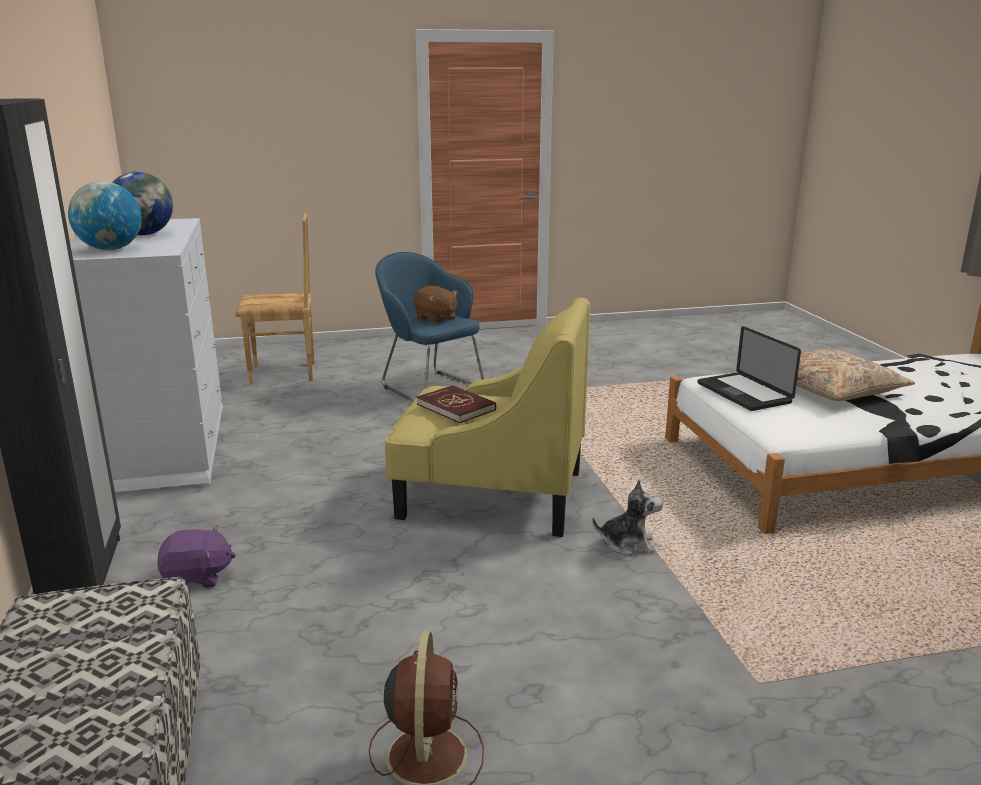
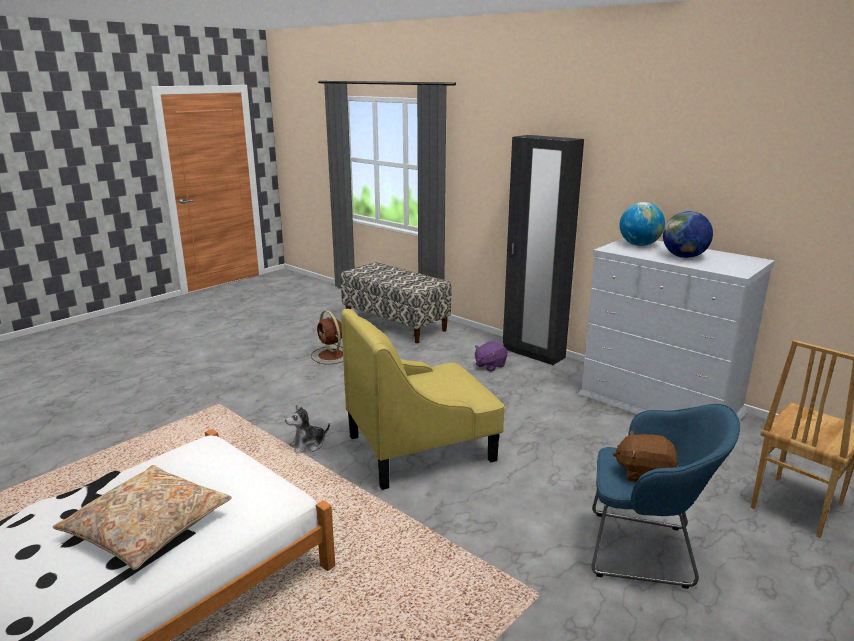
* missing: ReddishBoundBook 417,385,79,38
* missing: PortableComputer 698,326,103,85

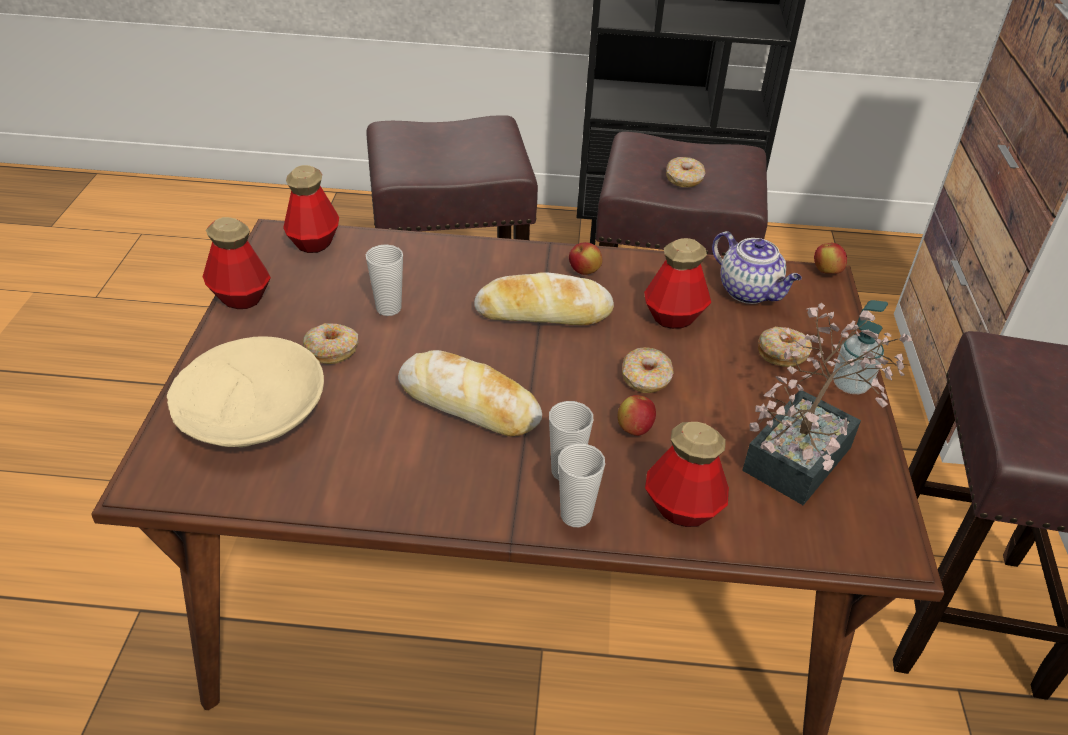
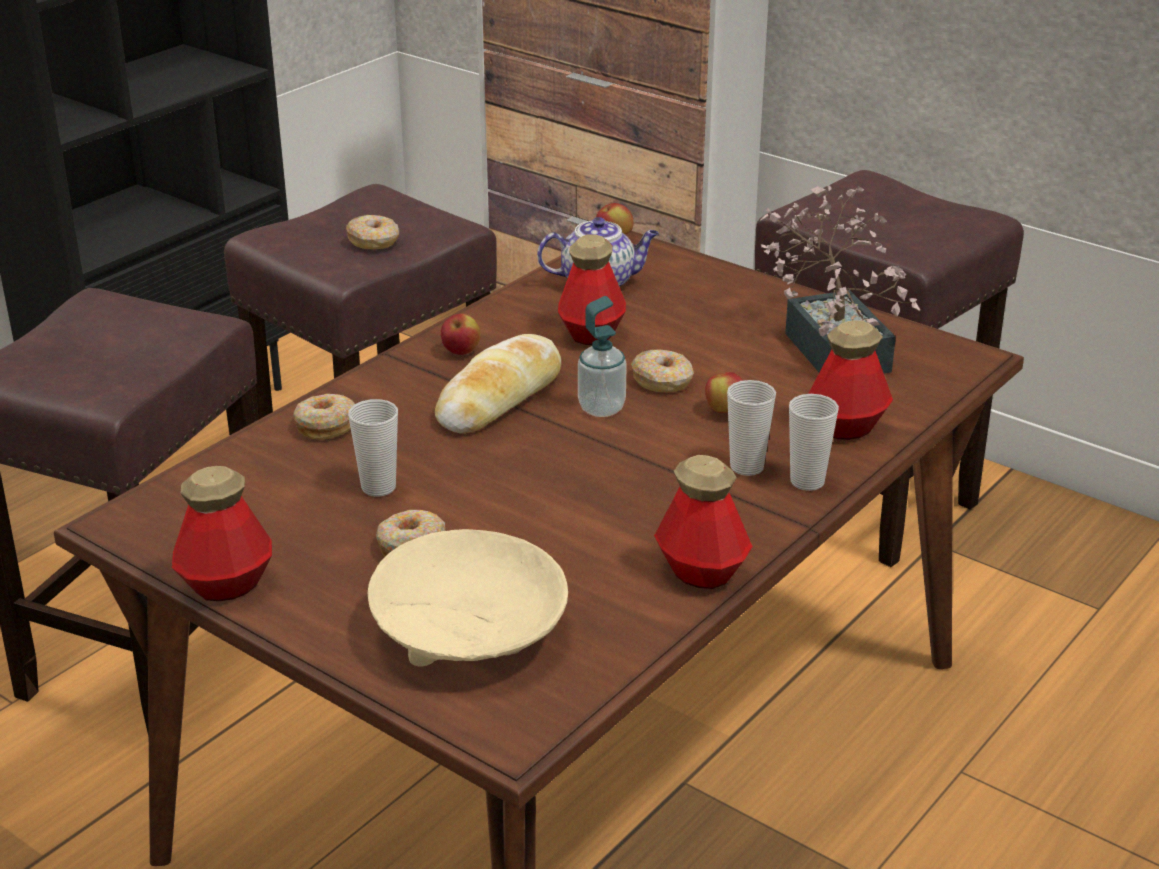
* relocated: Doughnut 758,327,54,40 to 293,394,62,46
* relocated: SoapDispenser 833,300,55,94 to 578,296,49,121
* relocated: DrinkBottle 283,165,56,88 to 654,455,99,134
* missing: BakedBread 398,350,144,86

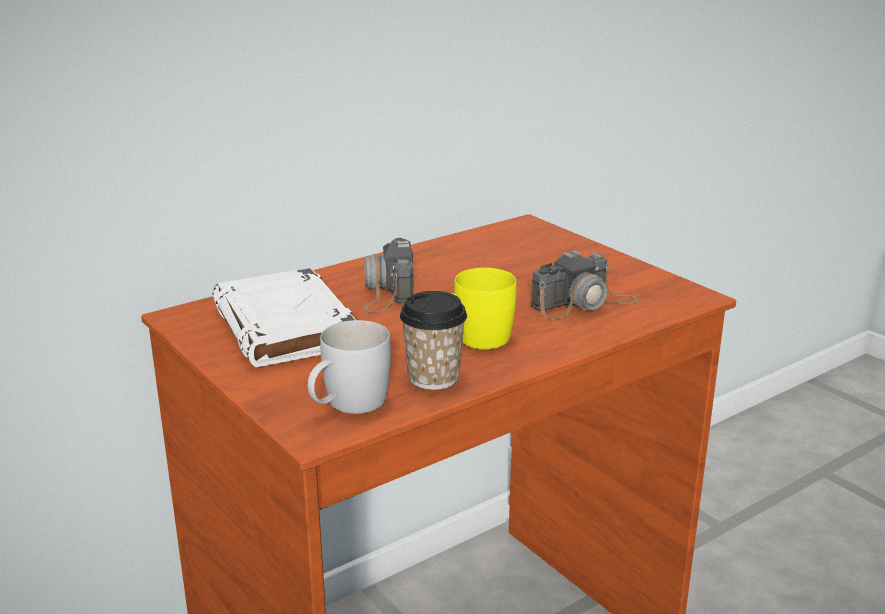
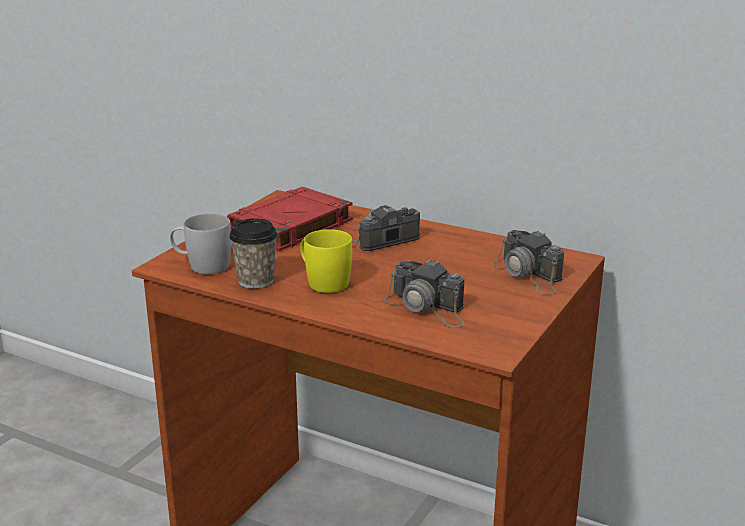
* colour: WhiteBoundBook 213,268,143,99 to ReddishBoundBook 227,187,126,64
* appeared: StillCamera 492,230,72,65

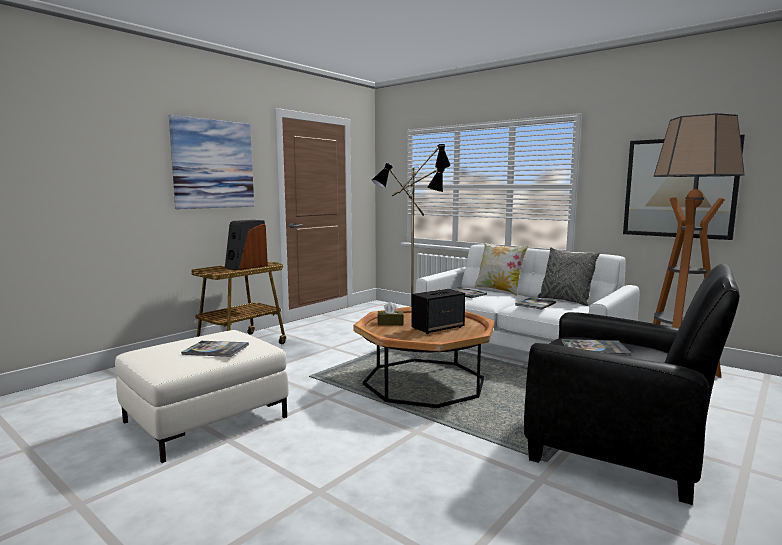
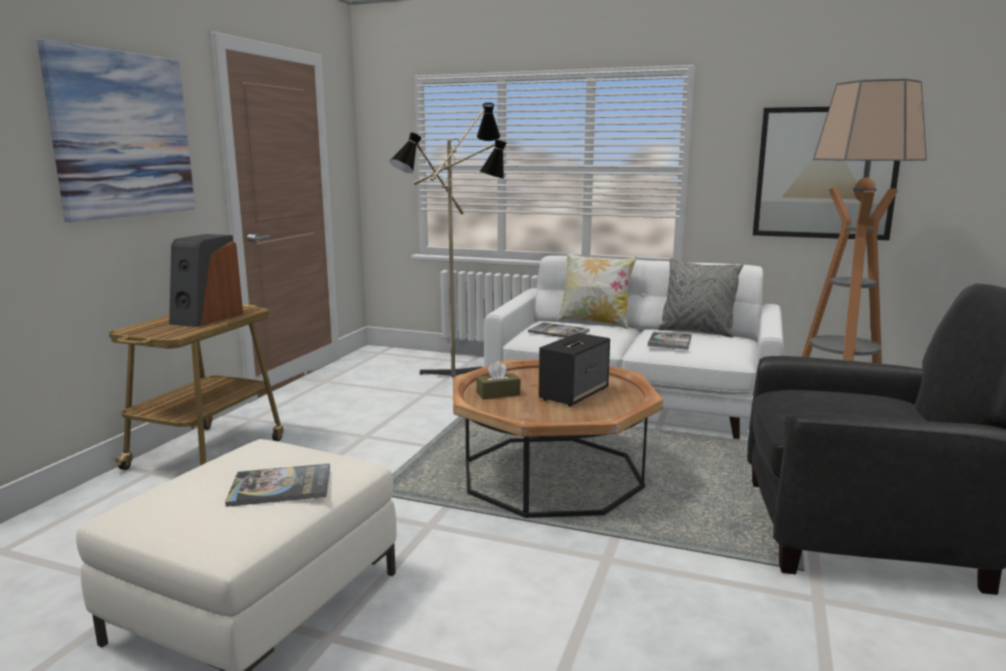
* missing: BoundBook 561,339,70,17

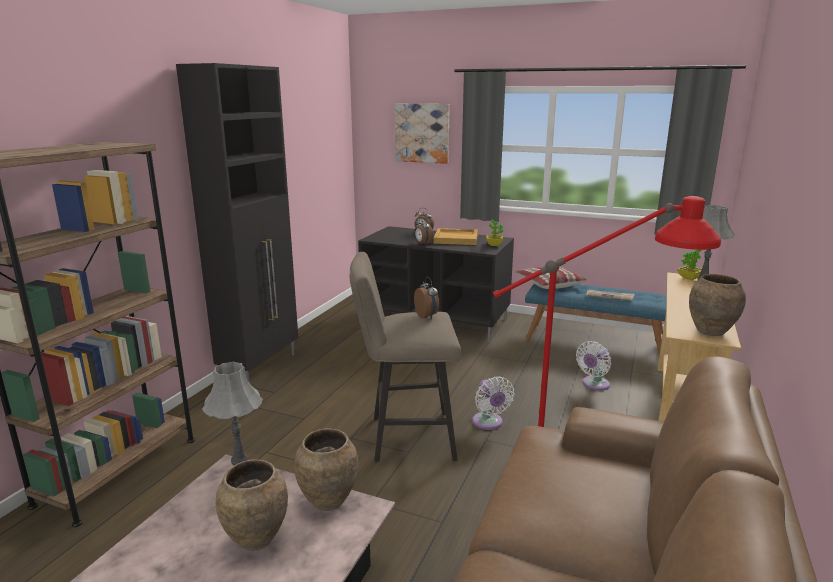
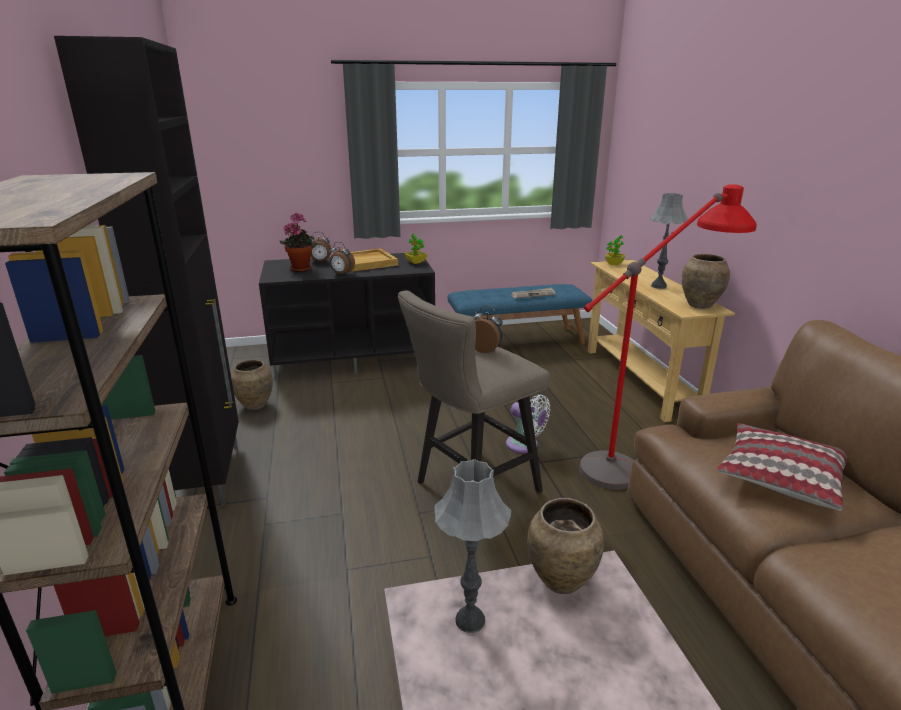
* relocated: BrownishDecorativeVase 216,459,72,91 to 231,360,41,50
* appeared: Houseplant 279,212,38,60
* relocated: ThrowPillow 515,266,72,23 to 716,423,131,88
* missing: WallPicture 395,104,55,60
* missing: WhiteFan 576,341,35,50

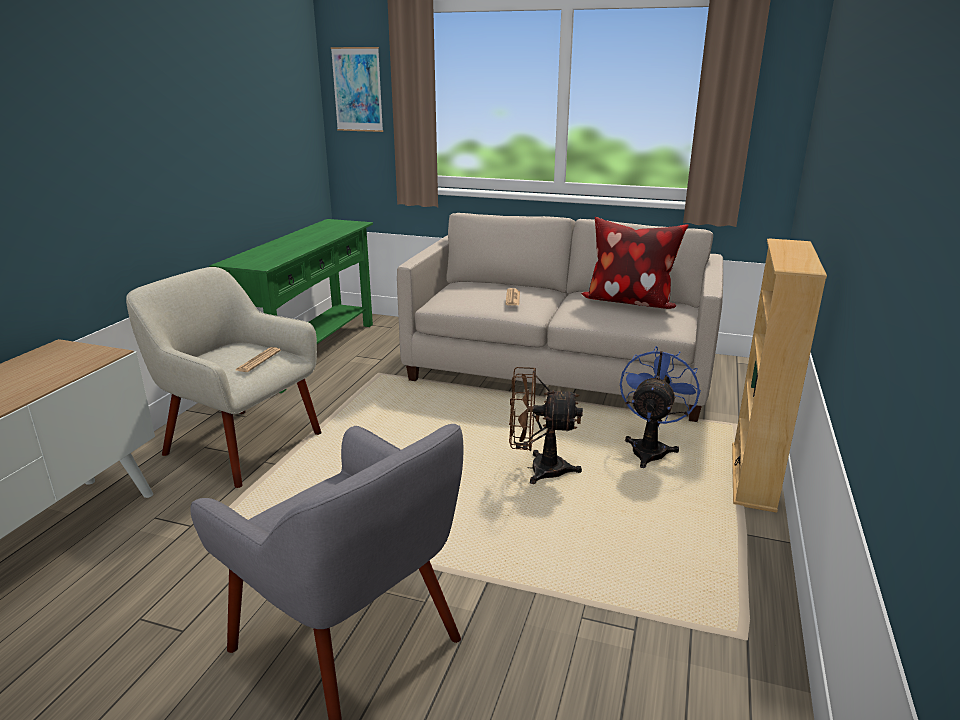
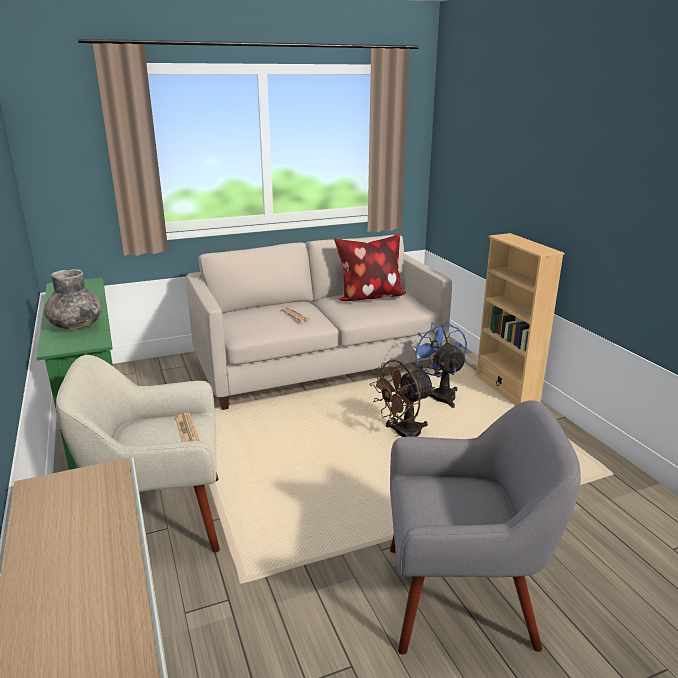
* appeared: GreyDecorativeVase 44,269,58,60
* missing: WallPicture 331,47,52,85

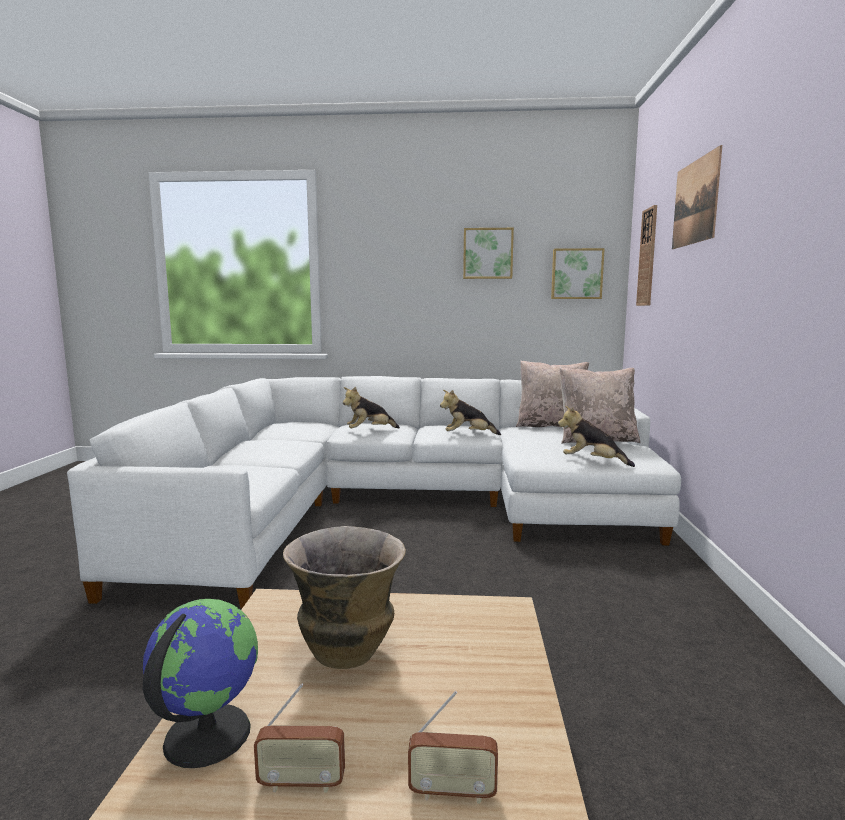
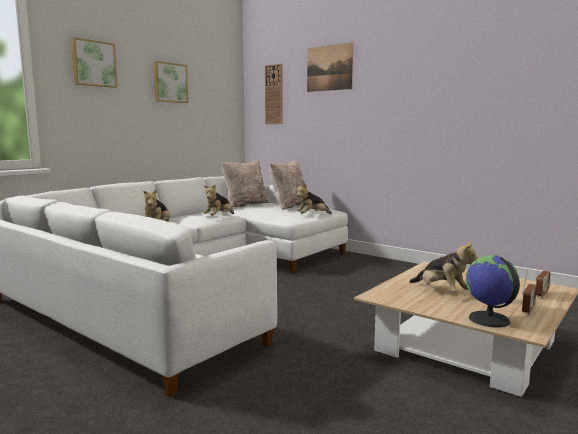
* relocated: WallPicture 551,248,54,51 to 71,37,46,51
* exchanged: DecorativeVase 283,526,123,143 to CuddlyToy 409,240,70,52

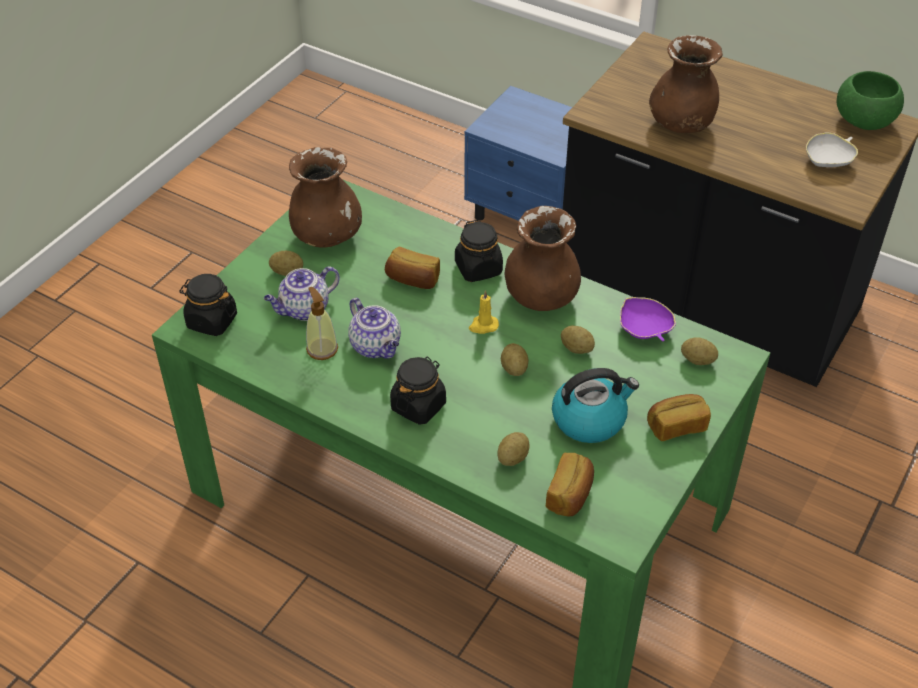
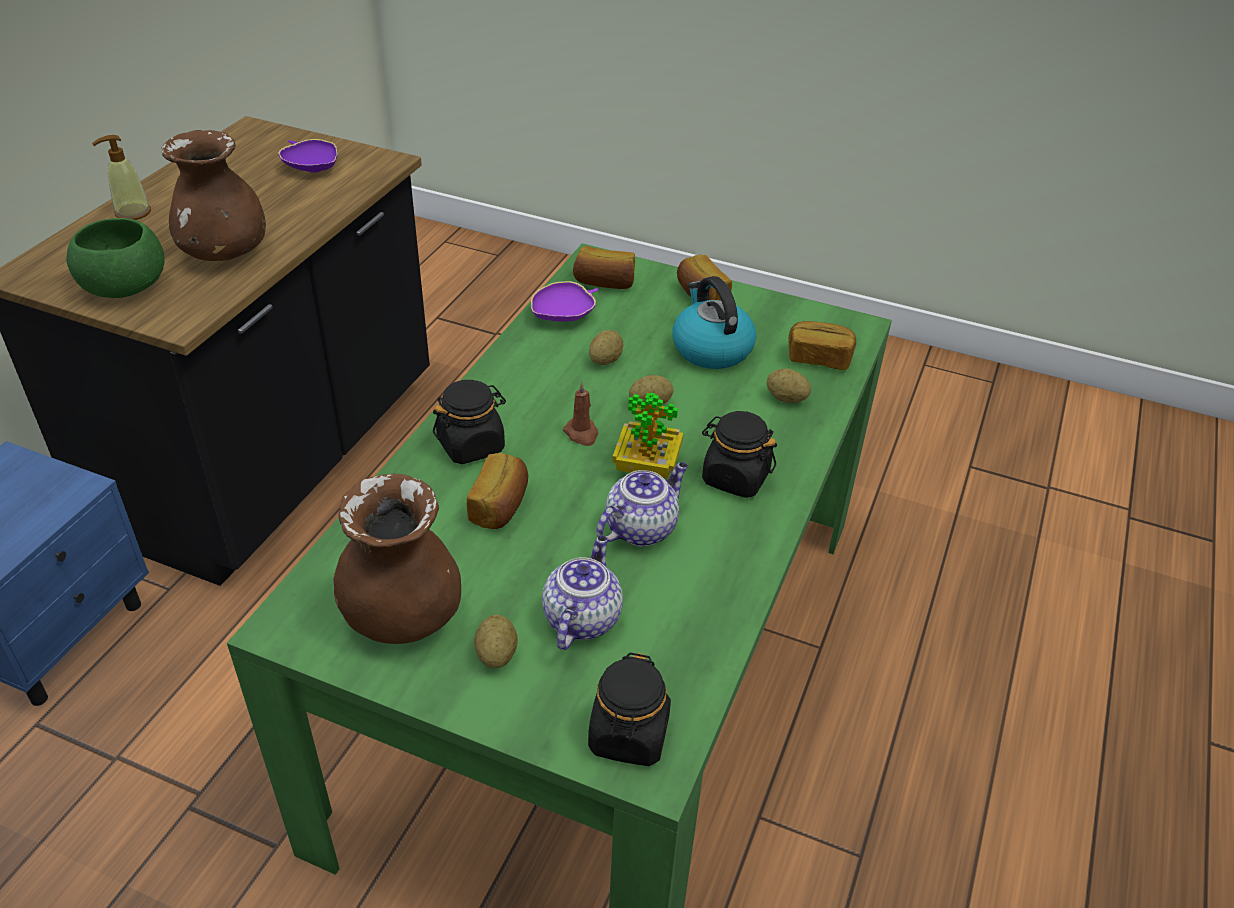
* relocated: GreenColouredDeepDish 837,71,67,59 to 66,218,99,80
* relocated: SoapDispenser 306,287,32,73 to 92,135,59,85
* colour: WhiteDeepDish 806,132,52,35 to PurpleColouredDeepDish 278,139,60,33
* spun: Teapot 264,266,76,55 = 542,535,81,115 120 degrees counterclockwise
* colour: YellowishCandle 469,290,30,44 to BrownishCandle 563,382,35,64
* exchanged: Potato 681,337,37,28 to BakedBread 573,246,62,43
* appeared: Houseplant 612,393,71,86
* missing: BrownishDecorativeVase 505,206,76,105

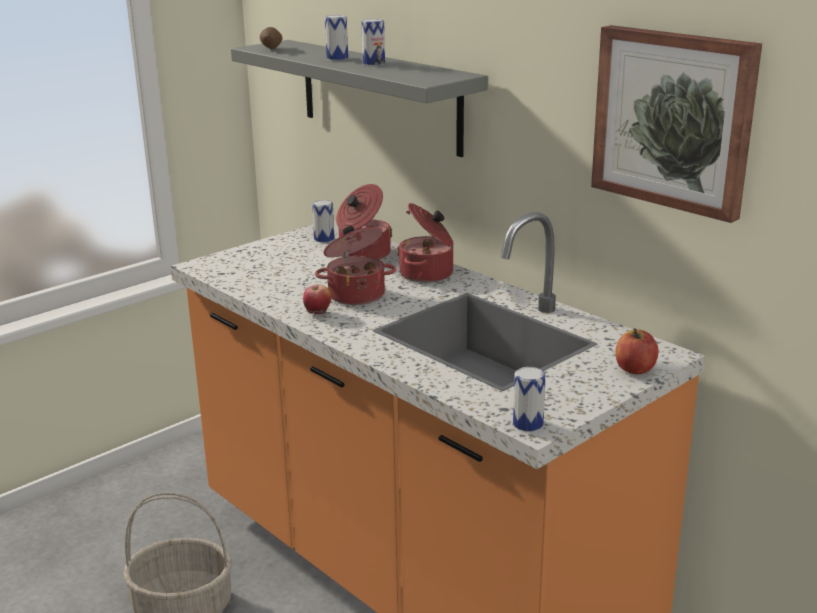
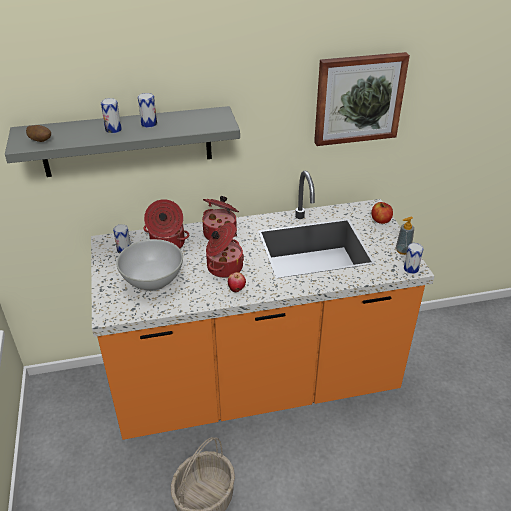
* appeared: WhiteDeepDish 116,239,67,52
* appeared: SoapDispenser 396,217,18,38

